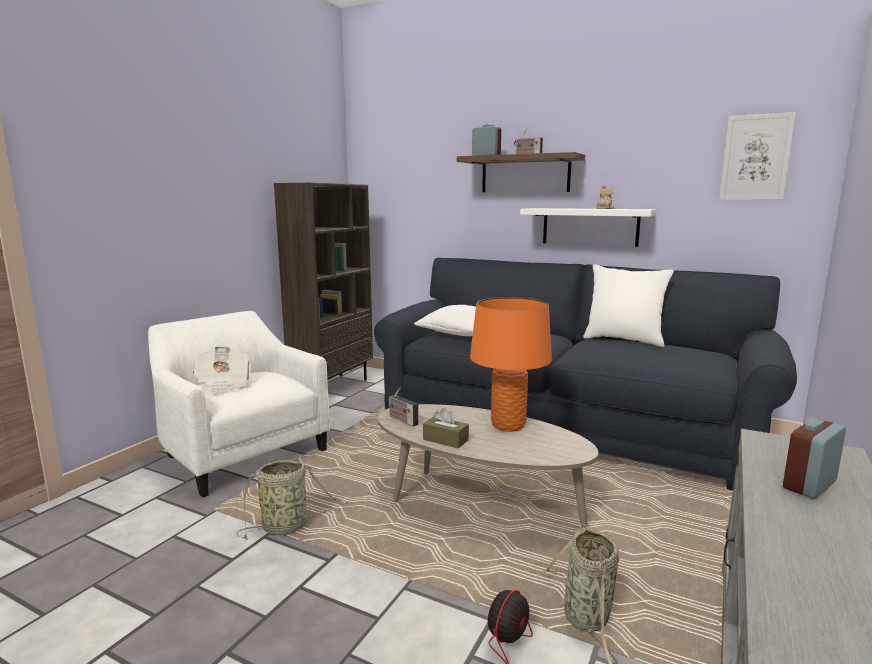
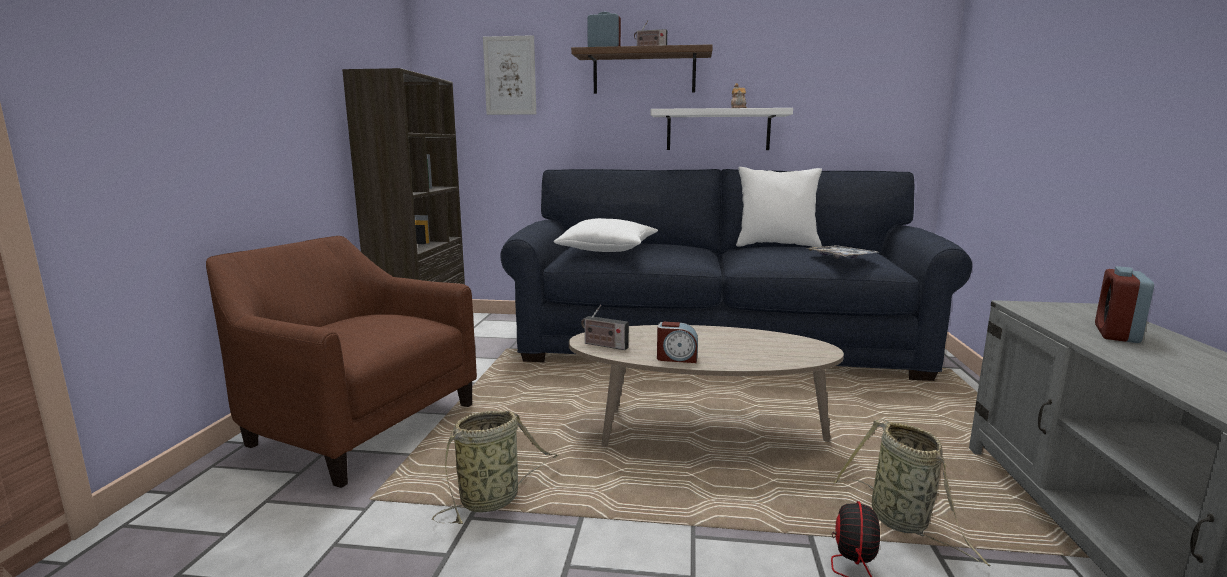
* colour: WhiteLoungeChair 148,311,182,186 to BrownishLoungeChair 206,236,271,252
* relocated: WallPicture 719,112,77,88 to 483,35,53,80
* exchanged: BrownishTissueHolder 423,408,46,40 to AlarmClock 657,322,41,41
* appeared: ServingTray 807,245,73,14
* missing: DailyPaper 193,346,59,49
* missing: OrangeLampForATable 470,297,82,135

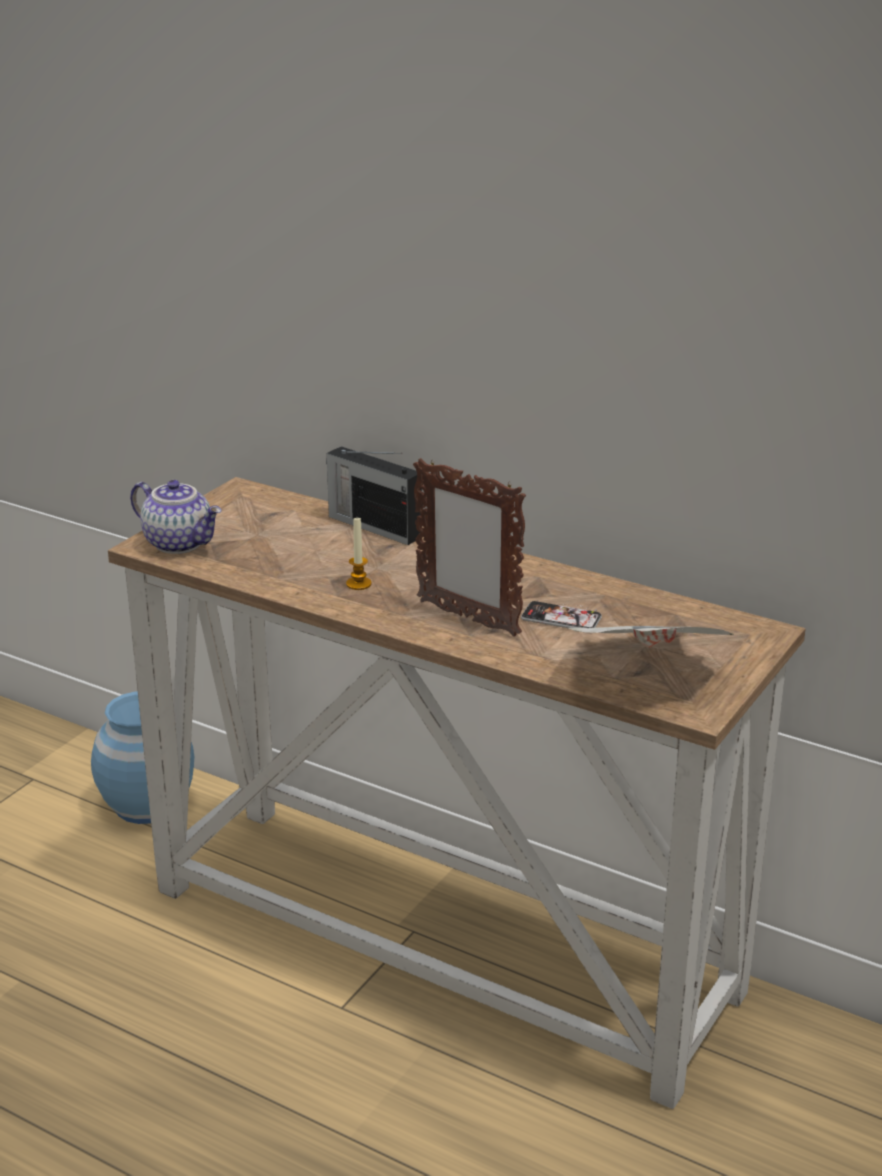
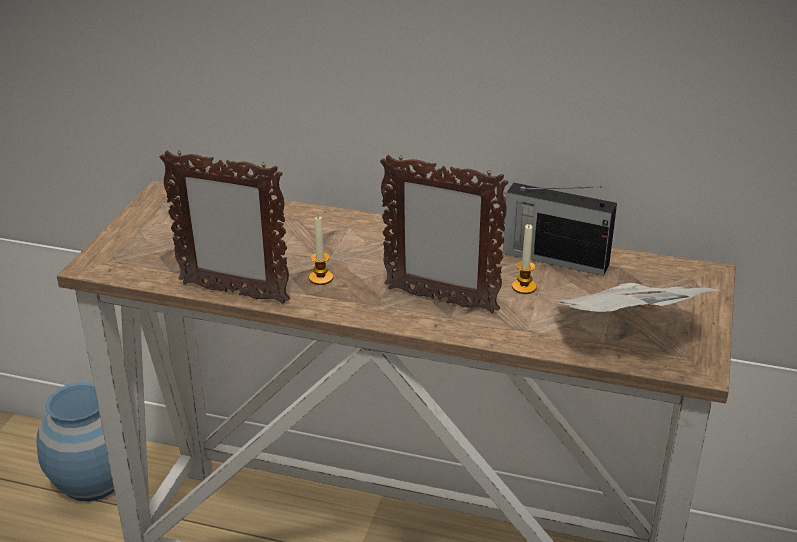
* appeared: PictureFrame 160,150,130,154
* relocated: Radio 326,446,96,99 to 503,183,114,93
* exchanged: Handset 521,600,81,28 to Candle 512,224,25,70
* missing: Teapot 130,480,91,74

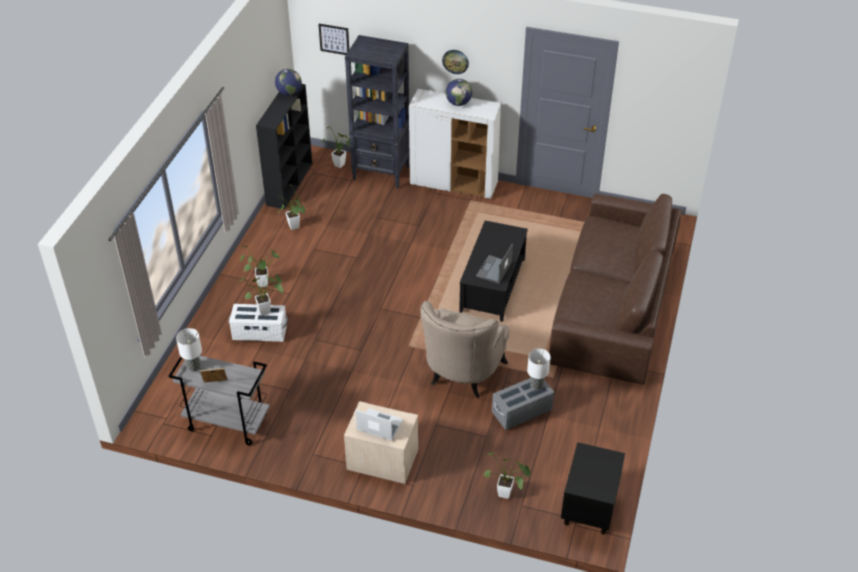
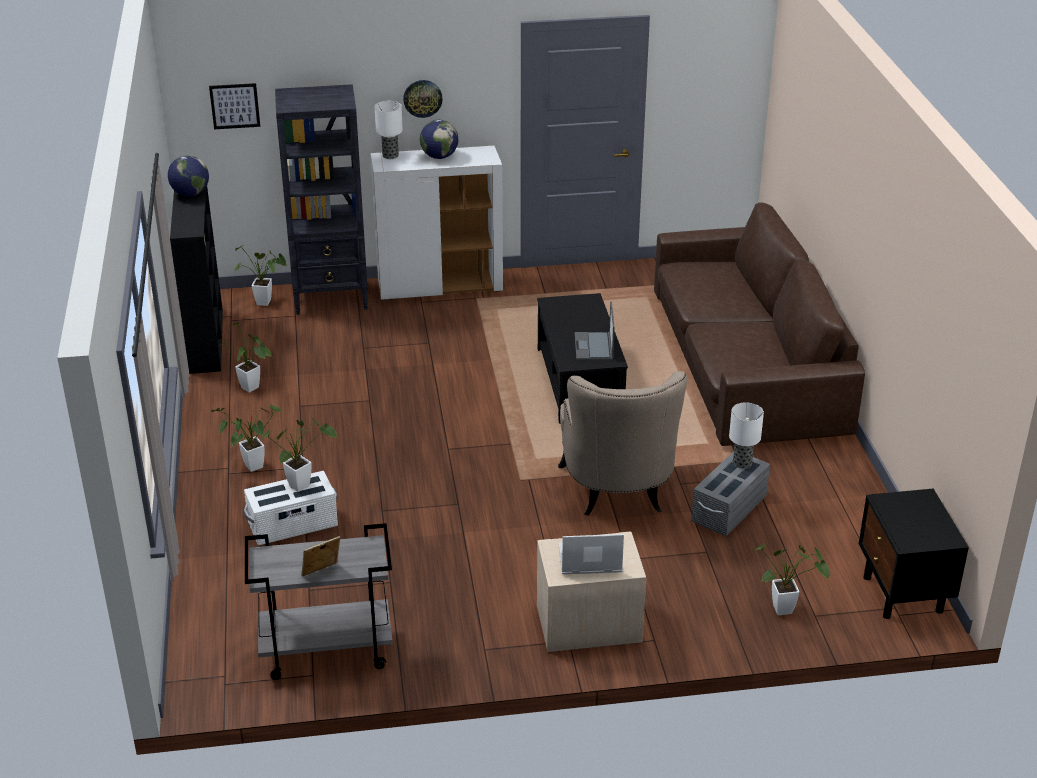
* relocated: LampForATable 176,328,26,44 to 375,101,28,58

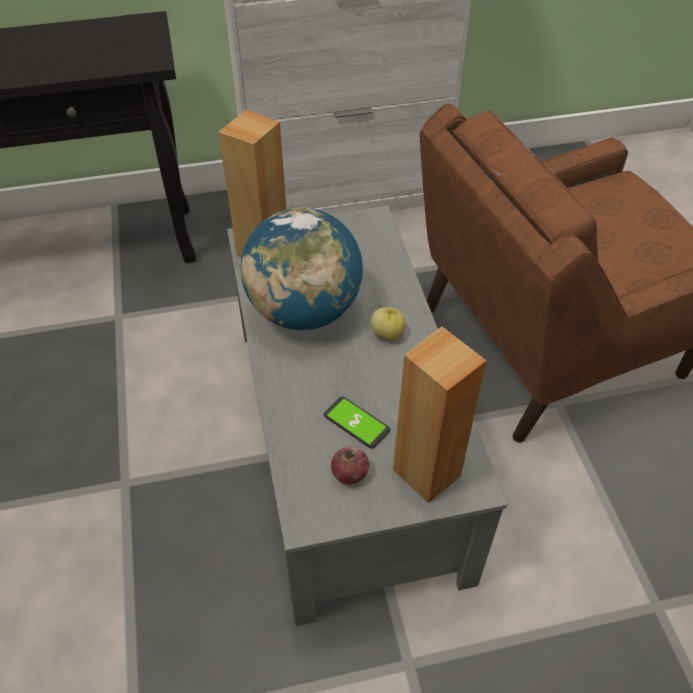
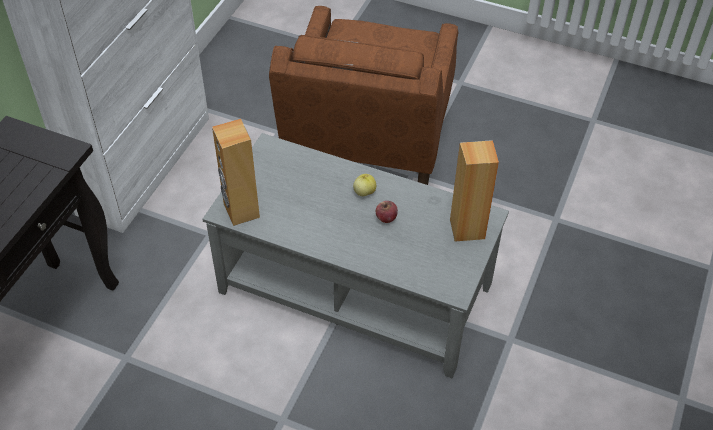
* relocated: Apple 331,447,38,37 to 376,201,22,22
* missing: DeskGlobe 241,207,122,123
* missing: Handset 324,396,66,53

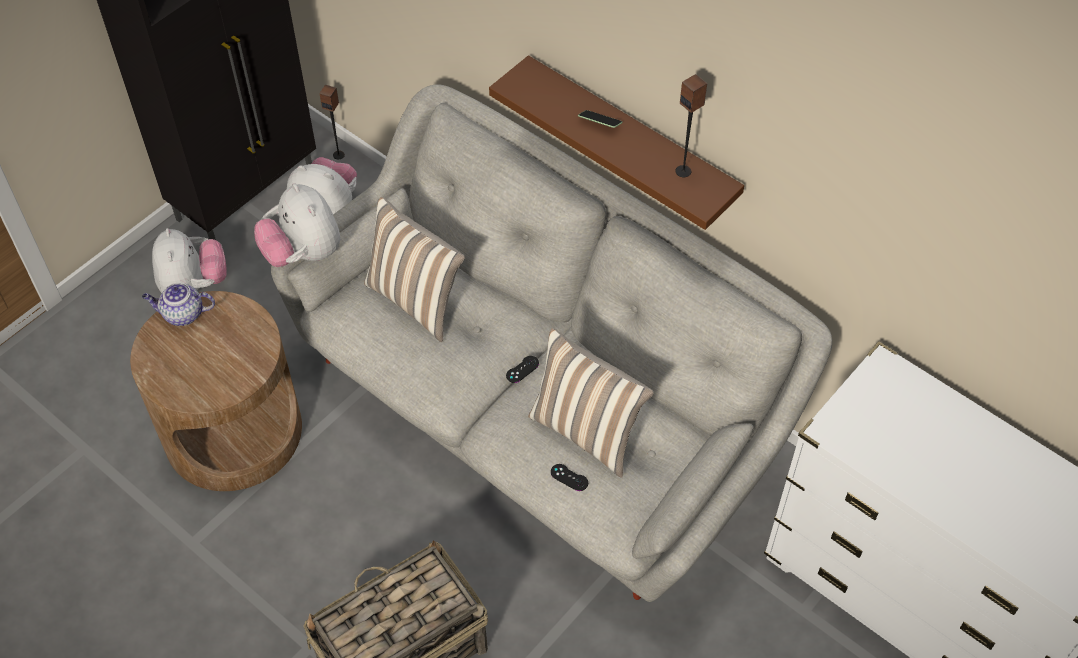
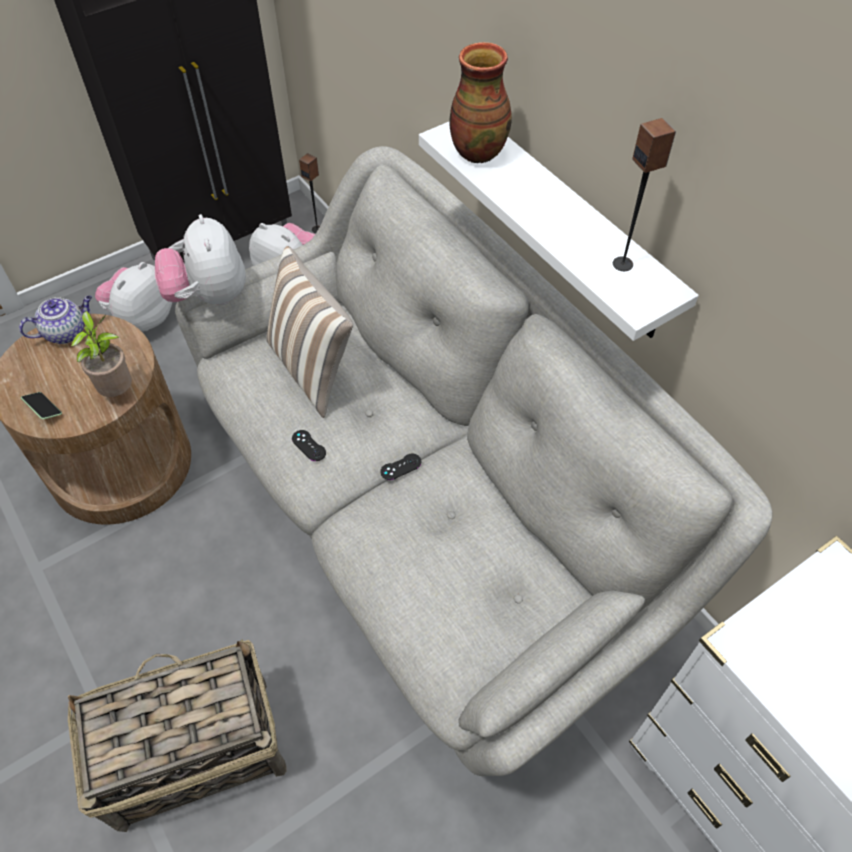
* spun: Teapot 142,283,73,43 = 19,296,73,48 135 degrees clockwise
* relocated: Handset 578,110,44,18 to 21,392,41,27
* appeared: Houseplant 71,311,61,86
* spun: CuddlyToy 152,228,75,65 = 95,262,77,69 150 degrees counterclockwise
* relocated: BlackColouredGameController 551,464,37,27 to 292,430,34,31
* colour: BrownishBracketShelf 489,55,255,175 to WhiteBracketShelf 419,121,280,220
* appeared: DecorativeVase 450,42,62,121
* missing: ThrowPillow 528,328,126,150

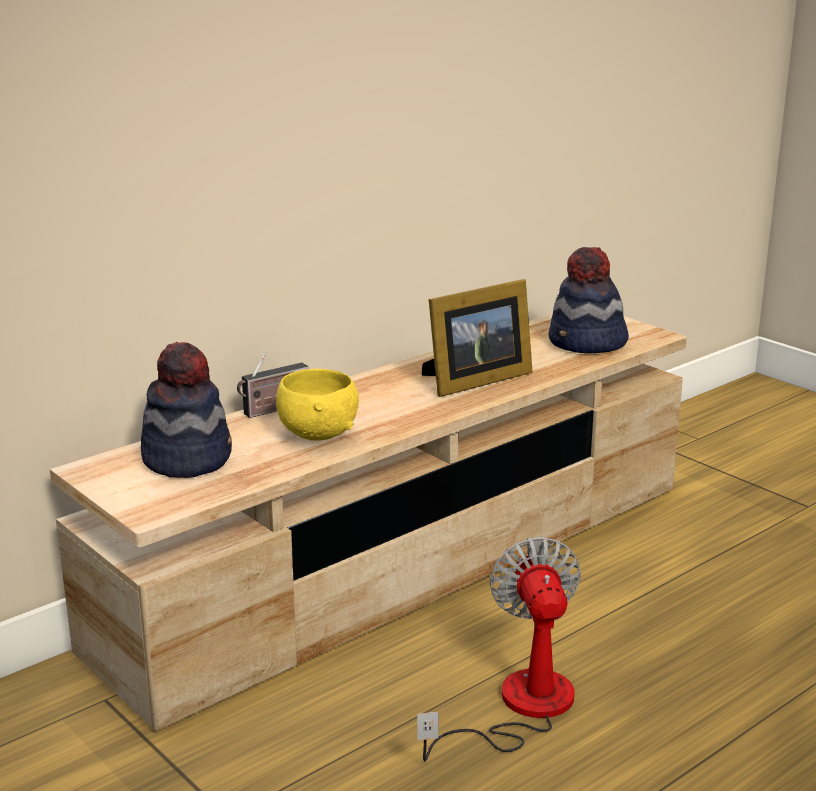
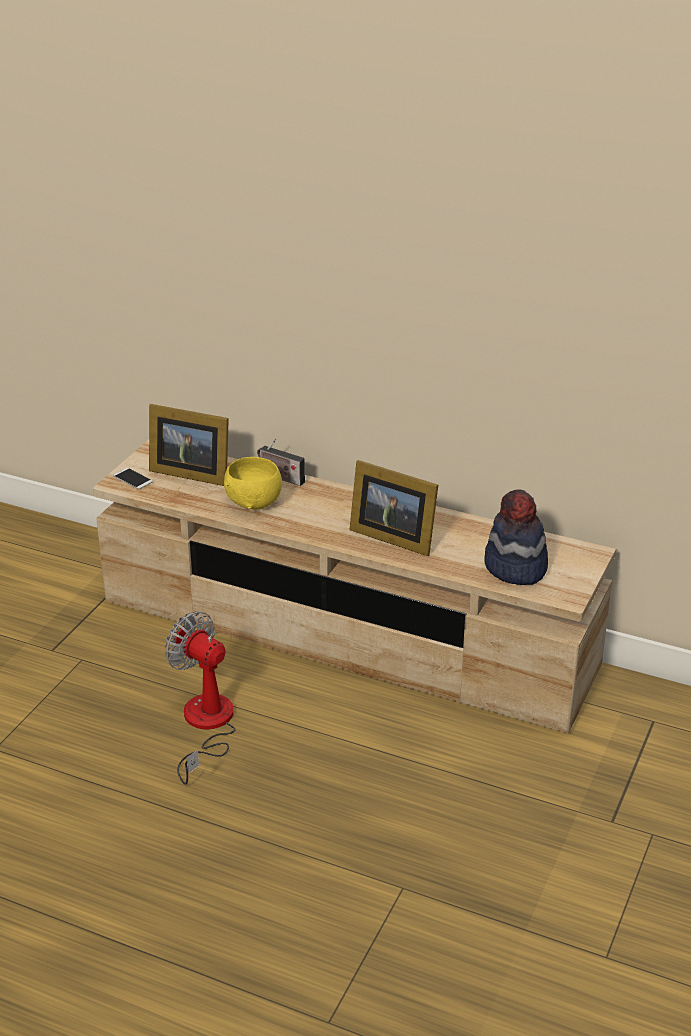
* appeared: Handset 113,468,40,21
* exchanged: ClothingHat 141,342,91,136 to PictureFrame 149,404,80,82
* spun: Fan 417,537,164,225 = 165,611,71,174 105 degrees counterclockwise

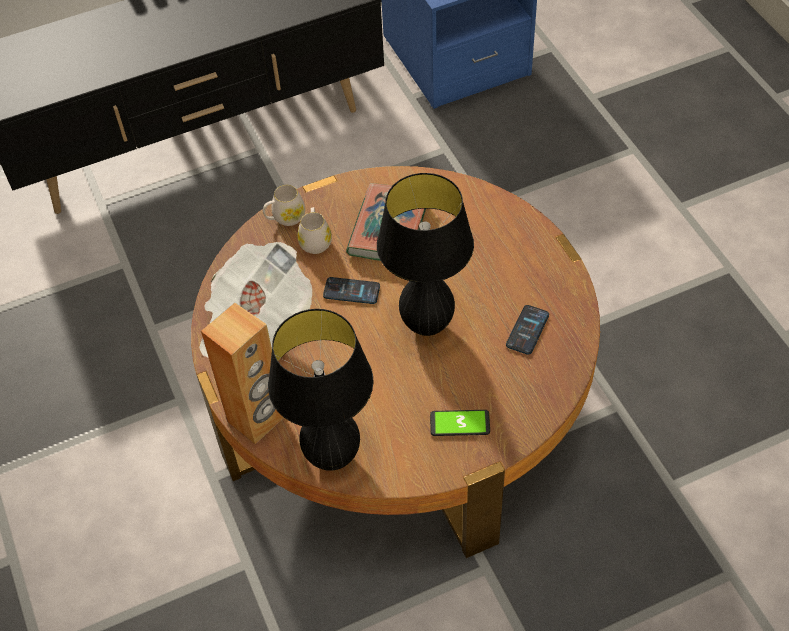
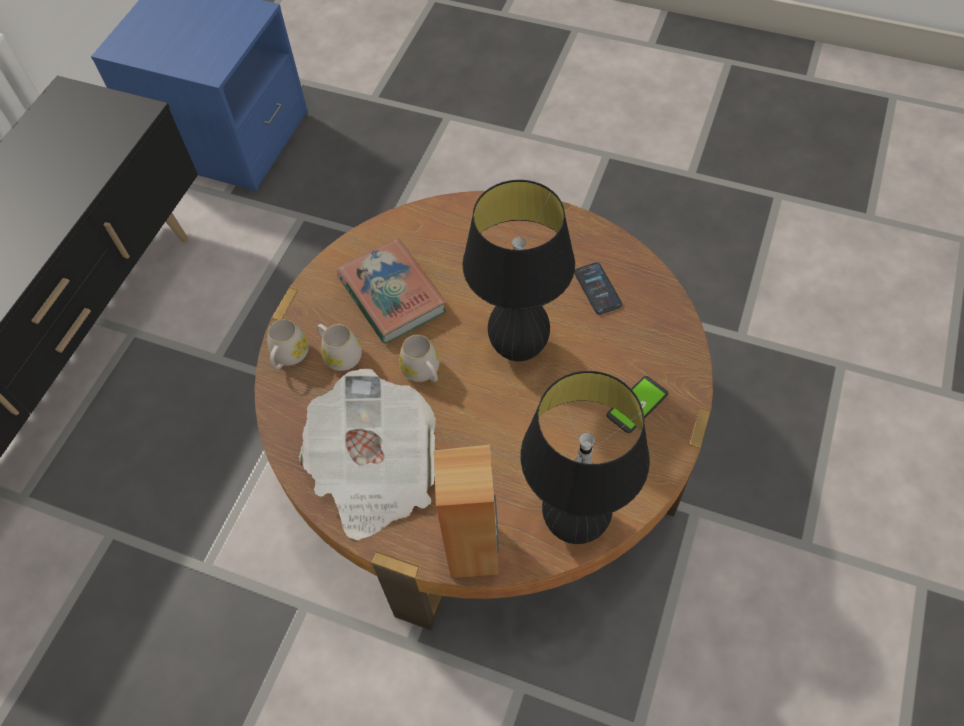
* exchanged: Handset 323,277,57,27 to WhiteMug 399,335,40,48

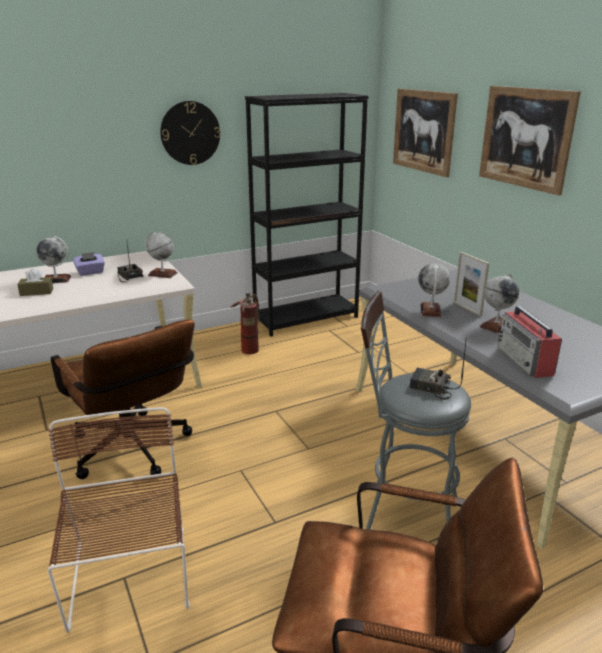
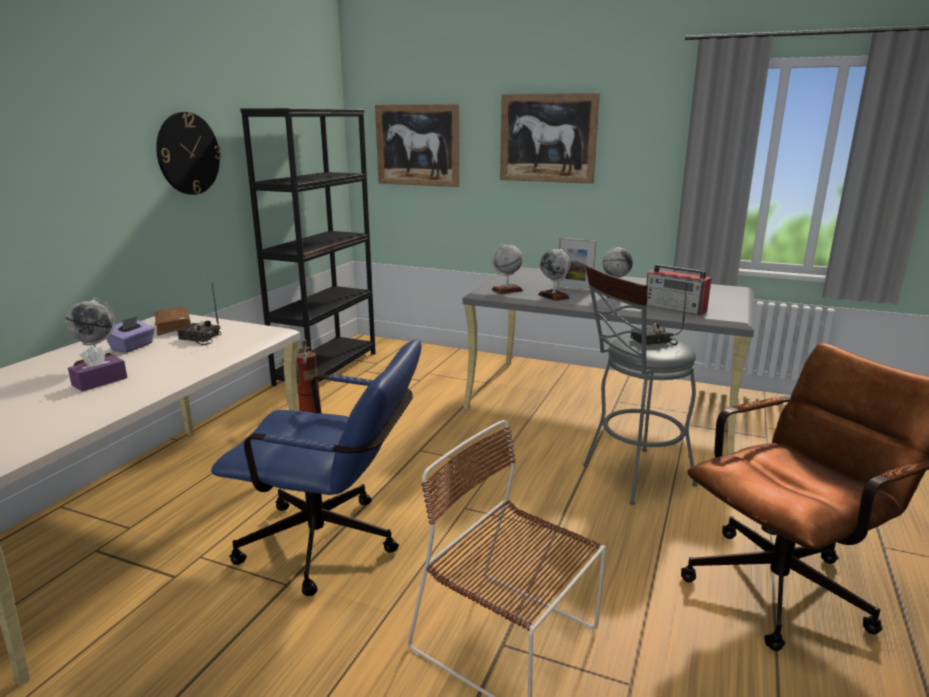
* colour: BrownishTissueHolder 17,268,36,28 to PurpleColouredTissueHolder 68,345,60,47
* appeared: BrownishBoundBook 154,307,37,28
* colour: BrownishDeskChair 51,320,144,159 to BluishDeskChair 211,339,211,257
* relocated: DeskGlobe 145,231,33,47 to 491,244,32,50

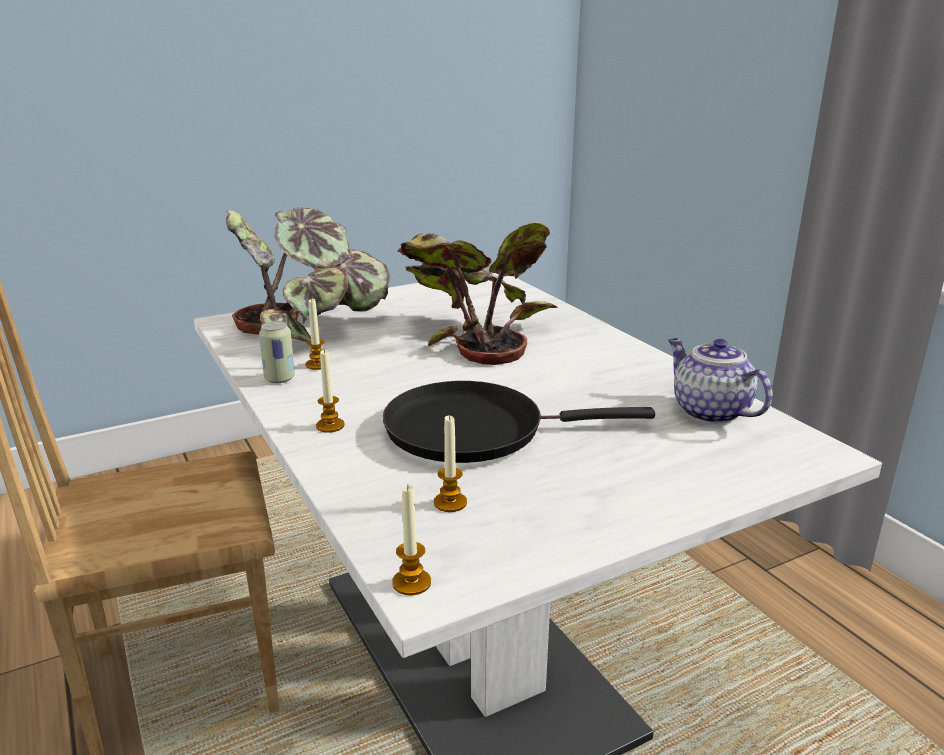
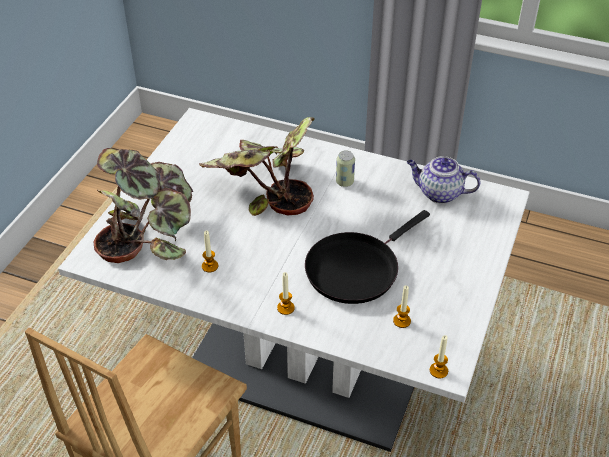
* relocated: Can 259,321,36,62 to 336,151,19,36

